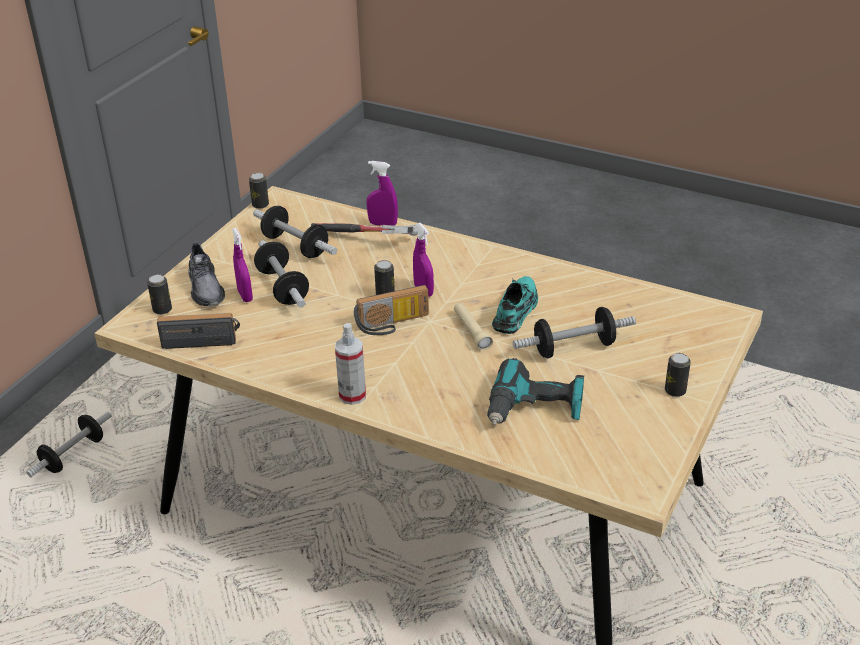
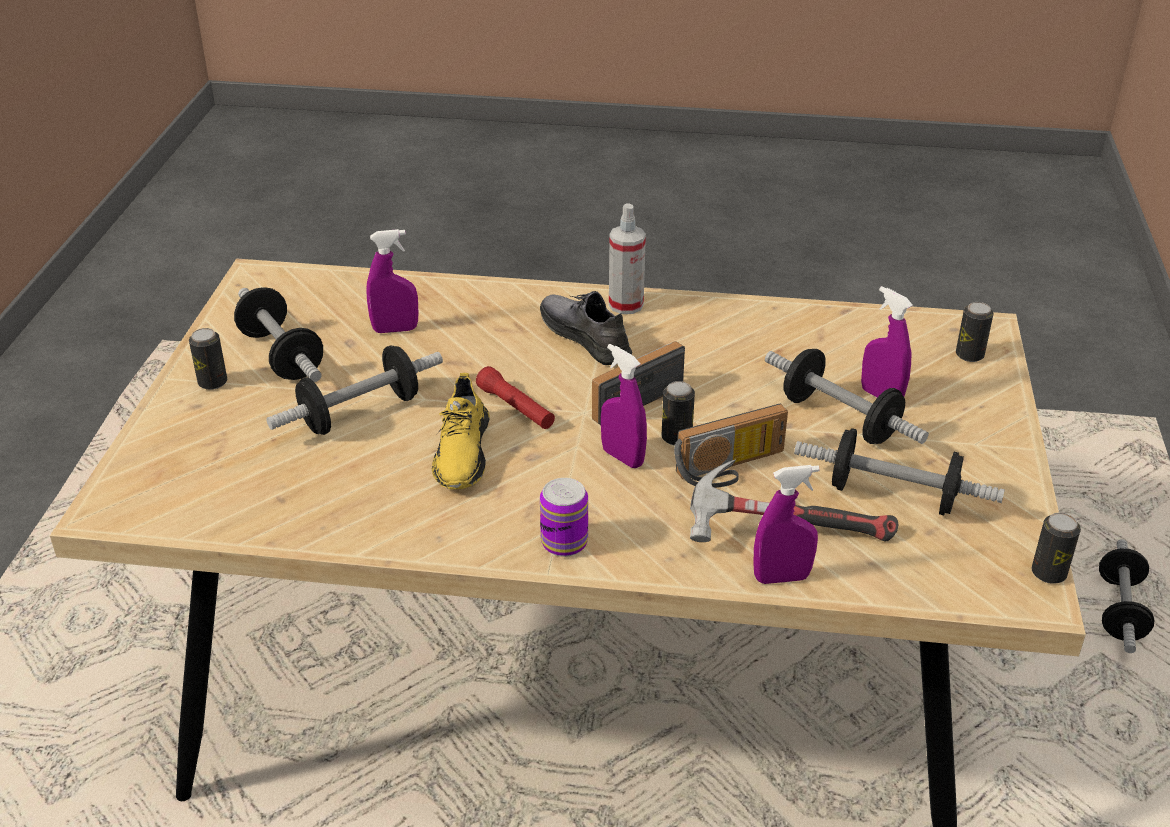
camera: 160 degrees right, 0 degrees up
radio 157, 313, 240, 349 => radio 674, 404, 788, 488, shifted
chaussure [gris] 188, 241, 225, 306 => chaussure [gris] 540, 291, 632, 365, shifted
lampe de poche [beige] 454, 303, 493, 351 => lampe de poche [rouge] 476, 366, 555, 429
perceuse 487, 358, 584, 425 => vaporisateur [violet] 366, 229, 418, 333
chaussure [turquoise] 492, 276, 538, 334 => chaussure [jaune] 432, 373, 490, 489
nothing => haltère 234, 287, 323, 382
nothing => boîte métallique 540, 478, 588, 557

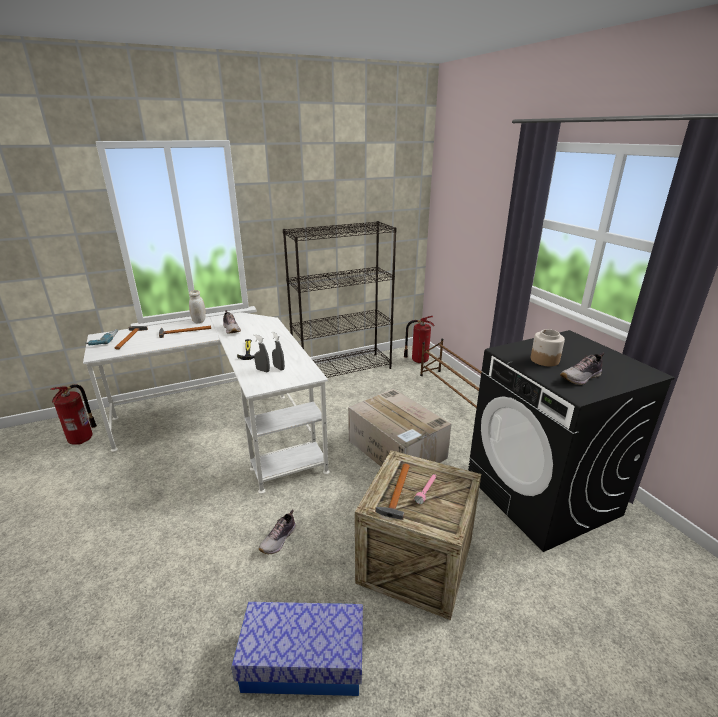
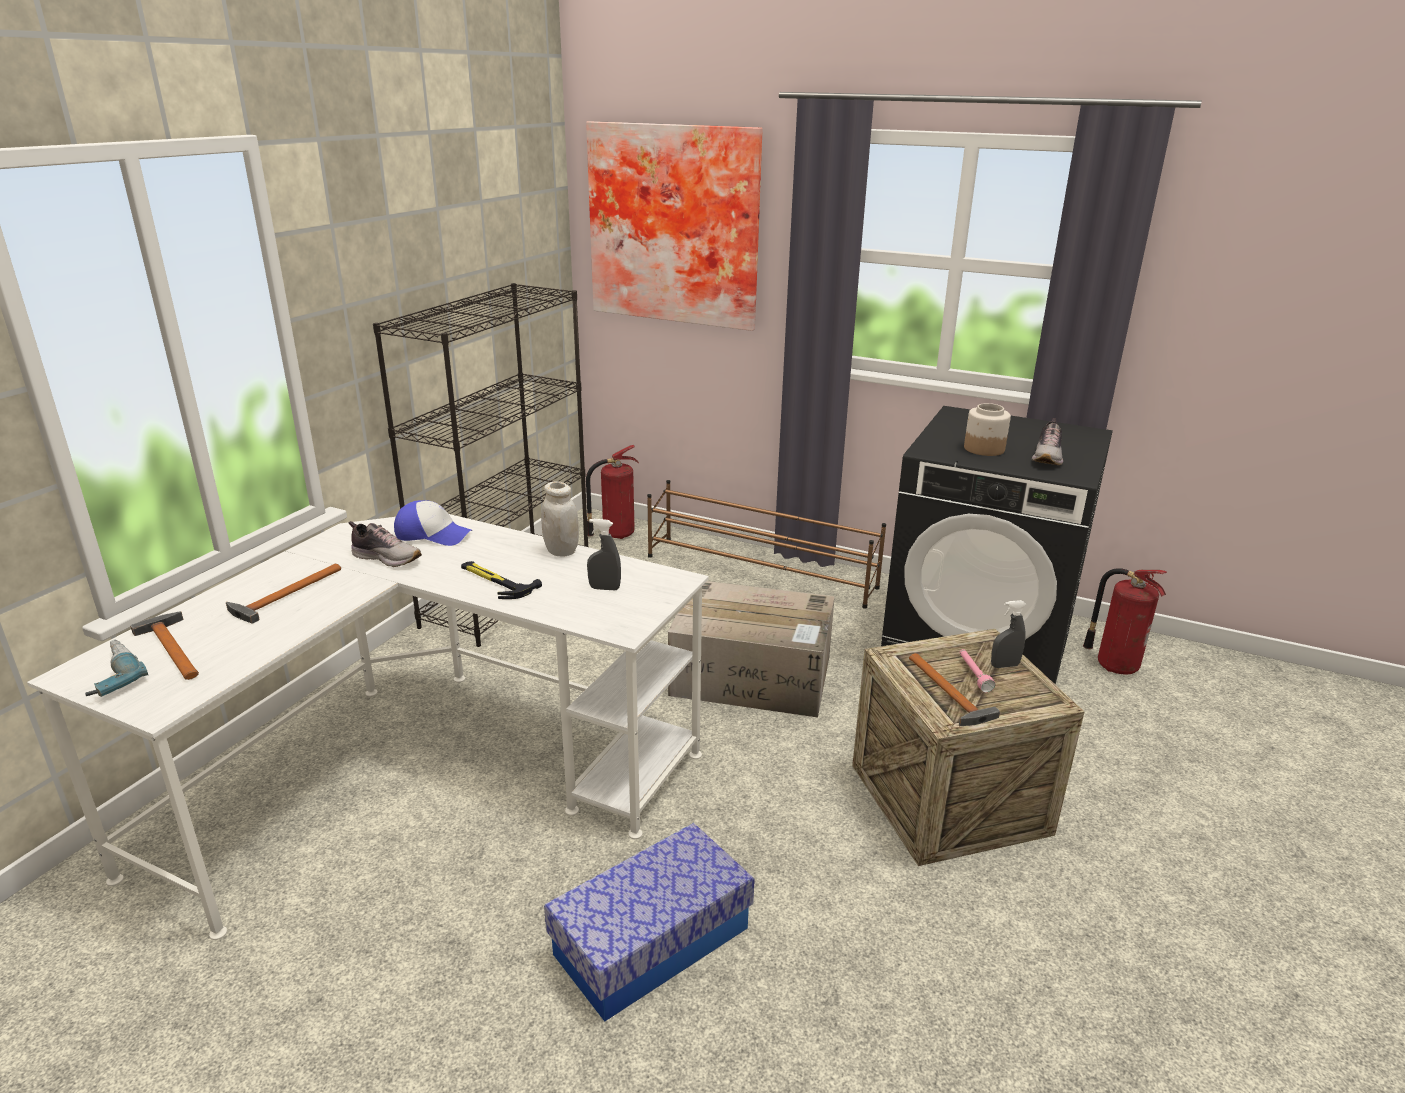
camera: 40 degrees left, 0 degrees up
extincteur 50, 384, 97, 445 => extincteur 1083, 568, 1167, 674, shifted
bocal [blanc] 189, 290, 206, 323 => bocal [blanc] 541, 481, 579, 557, shifted
boîte de rangement 231, 602, 363, 696 => boîte de rangement 544, 823, 755, 1021, shifted
vaporisateur [gris] 254, 334, 270, 372 => vaporisateur [gris] 991, 600, 1027, 668, shifted
chaussure 258, 509, 296, 554 => nothing
nothing => casquette 394, 500, 472, 546
nothing => tableau 586, 121, 763, 331

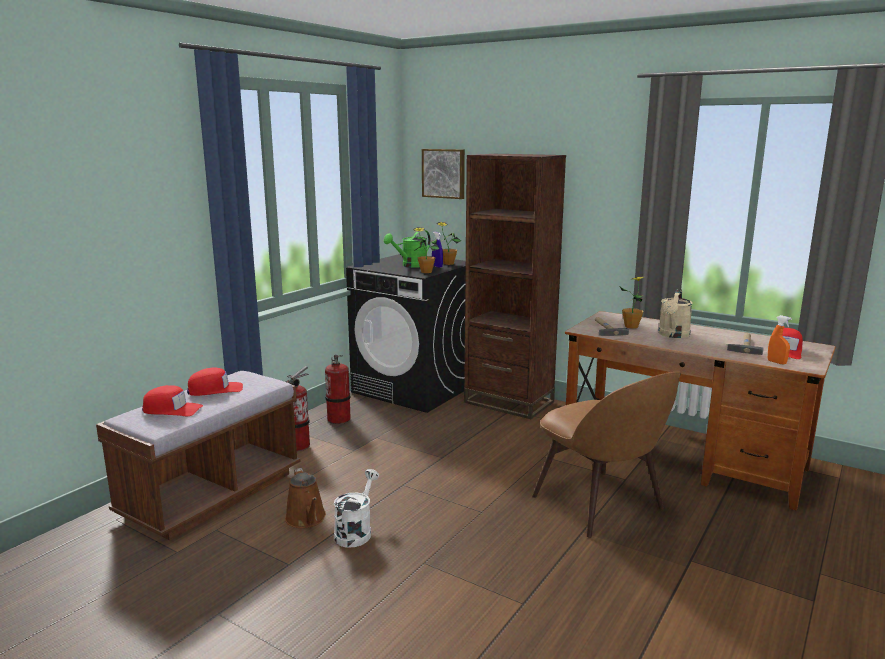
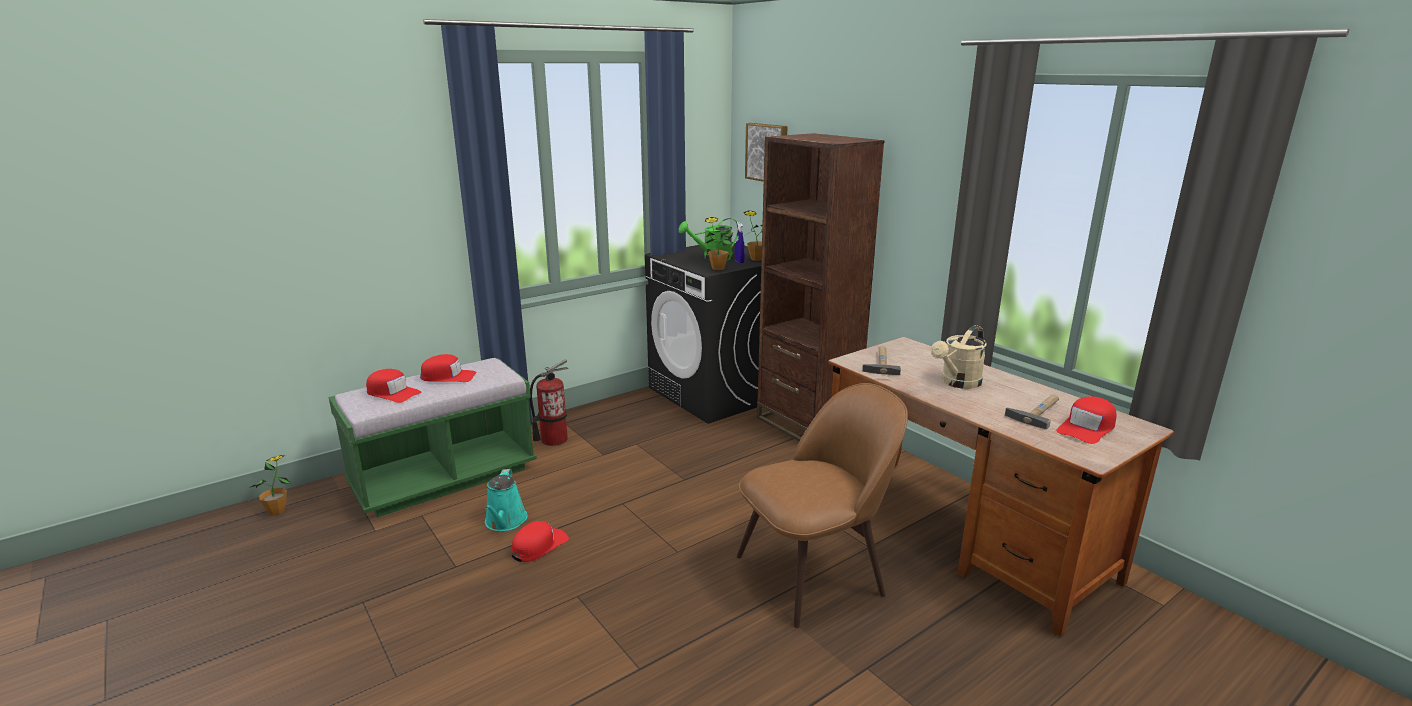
camera: 20 degrees right, 5 degrees up
banc [marron] 96, 371, 300, 540 => banc [vert] 329, 358, 537, 517
arrosoir [marron] 285, 468, 326, 528 => arrosoir [turquoise] 485, 469, 528, 531
extincteur 325, 355, 351, 424 => nothing
arrosoir [blanc] 334, 469, 379, 548 => casquette [rouge] 512, 521, 569, 562
chaise [marron] 532, 372, 681, 538 => chaise [marron] 736, 383, 908, 628, 105 degrees counterclockwise
plante en pot 620, 276, 644, 329 => plante en pot 249, 455, 291, 515, shifted
vaporisateur [orange] 768, 315, 792, 364 => nothing

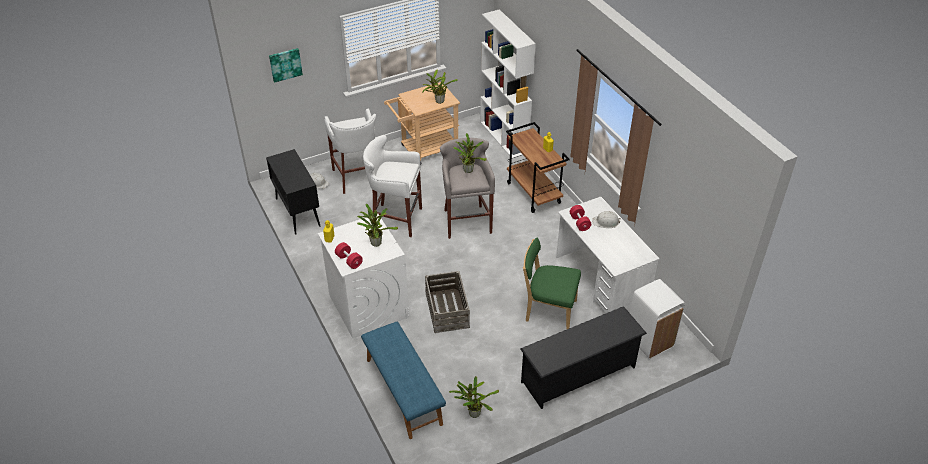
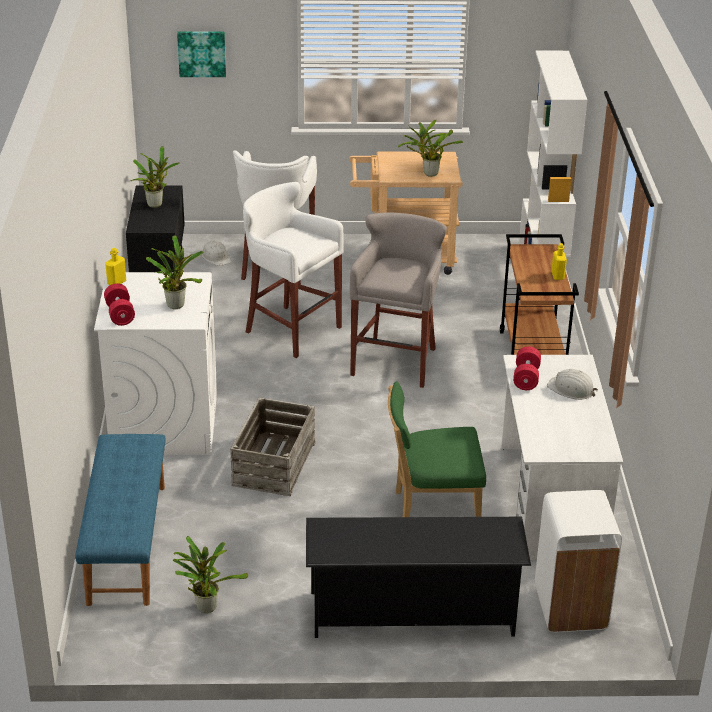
camera: 25 degrees right, 10 degrees down
plante en pot 454, 133, 487, 173 => plante en pot 131, 146, 180, 208, shifted
chaise [vert] 523, 237, 581, 330 => chaise [vert] 388, 381, 486, 517, 45 degrees counterclockwise

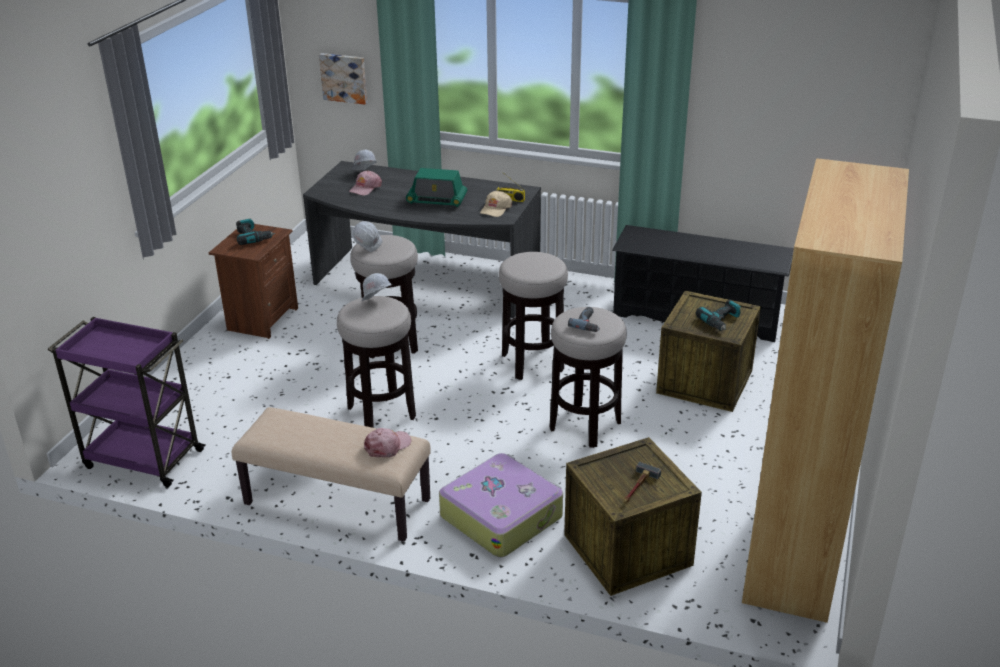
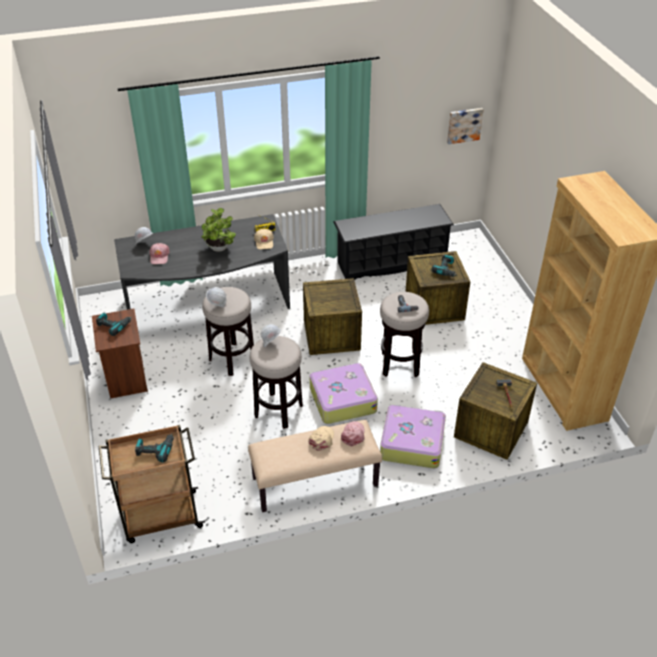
camera: 35 degrees left, 10 degrees up
chariot [violet] 48, 317, 206, 487 => chariot [marron] 99, 425, 205, 543
tableau 319, 53, 367, 105 => tableau 447, 108, 484, 144, shifted
radio 406, 168, 467, 207 => plante en pot 201, 208, 236, 252
tabouret 499, 252, 568, 380 => caisse 303, 278, 362, 355
nothing => perceuse 135, 434, 174, 463
nothing => casquette [beige] 308, 426, 334, 451
nothing => valise 310, 363, 378, 424

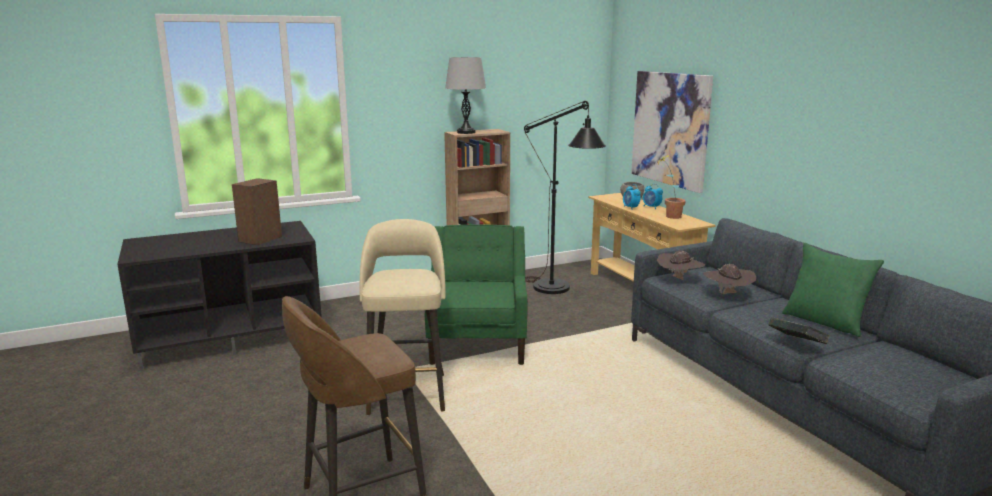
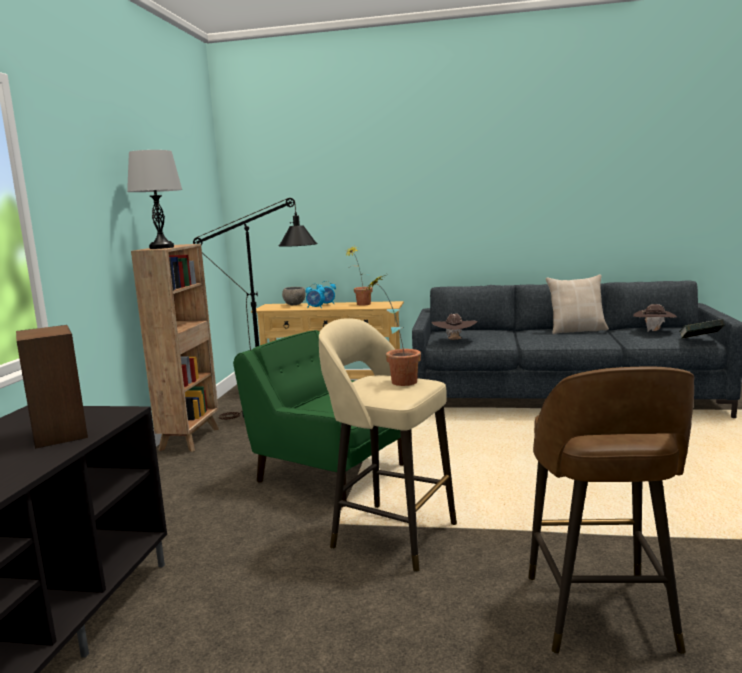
camera: 55 degrees left, 5 degrees down
tableau 631, 71, 713, 193 => nothing
chapeau [marron] 703, 264, 756, 294 => chapeau [marron] 633, 304, 677, 332, shifted
livre 768, 317, 829, 344 => livre 679, 319, 725, 339, shifted
coussin [vert] 782, 243, 884, 337 => coussin [beige] 546, 274, 609, 334
nothing => plante en pot 367, 275, 421, 386

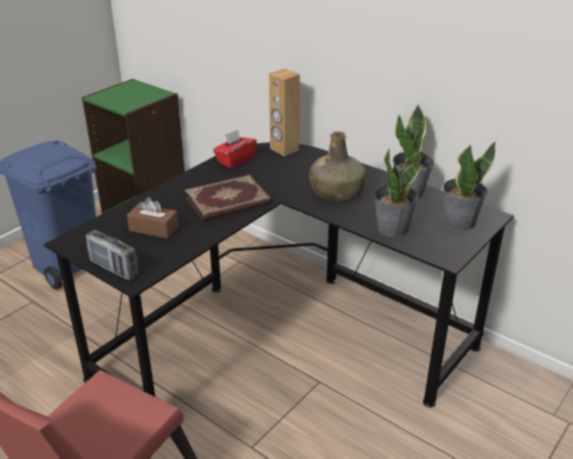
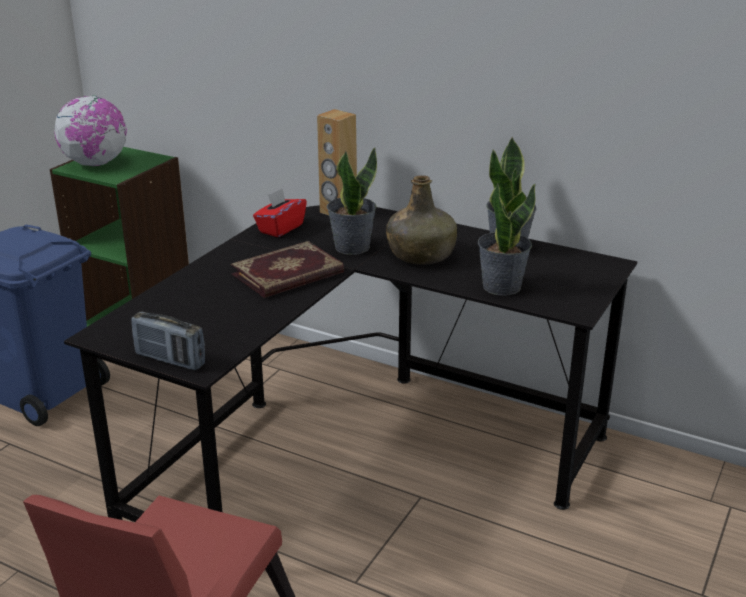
camera: 10 degrees left, 5 degrees down
boîte à mouchoirs [marron] 127, 197, 179, 239 => nothing
plante en pot 443, 141, 496, 231 => plante en pot 327, 147, 377, 255, shifted
nothing => globe 54, 96, 127, 166

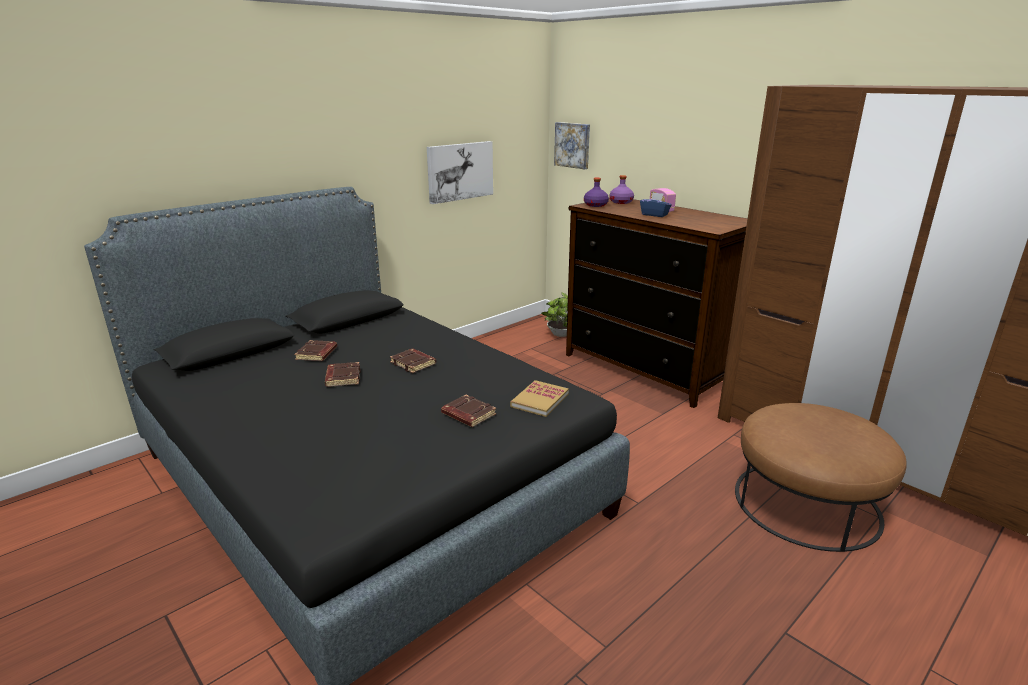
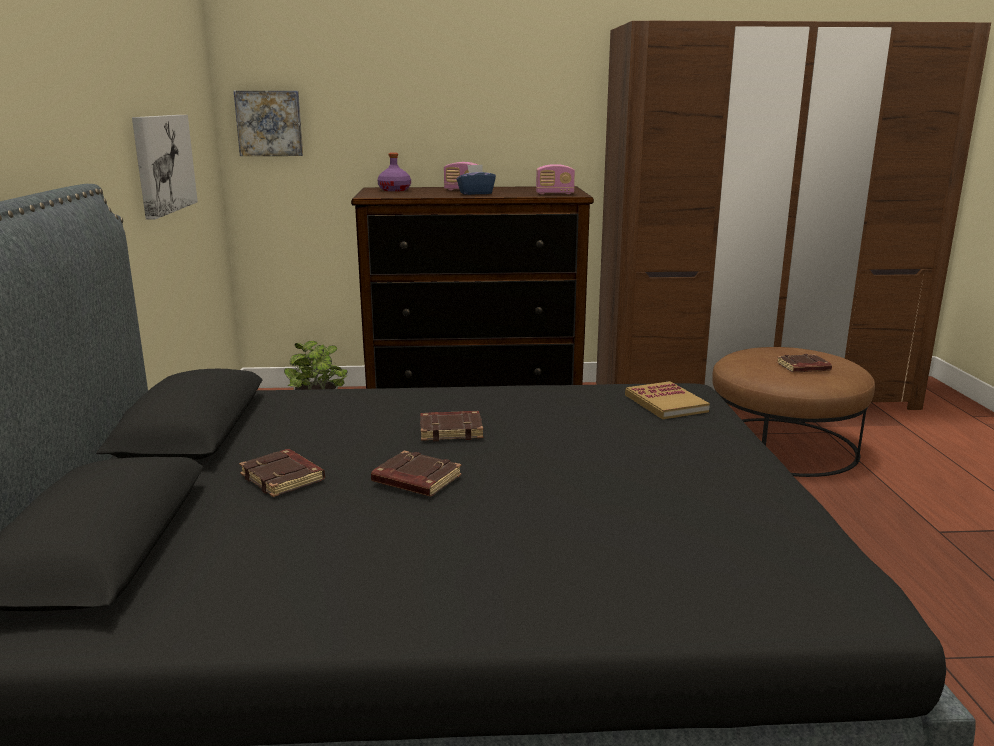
camera: 50 degrees left, 5 degrees down
livre [marron] 441, 395, 496, 427 => livre [marron] 777, 354, 832, 372, shifted
bouteille [violet] 584, 178, 609, 207 => nothing
nothing => radio 536, 164, 575, 194

